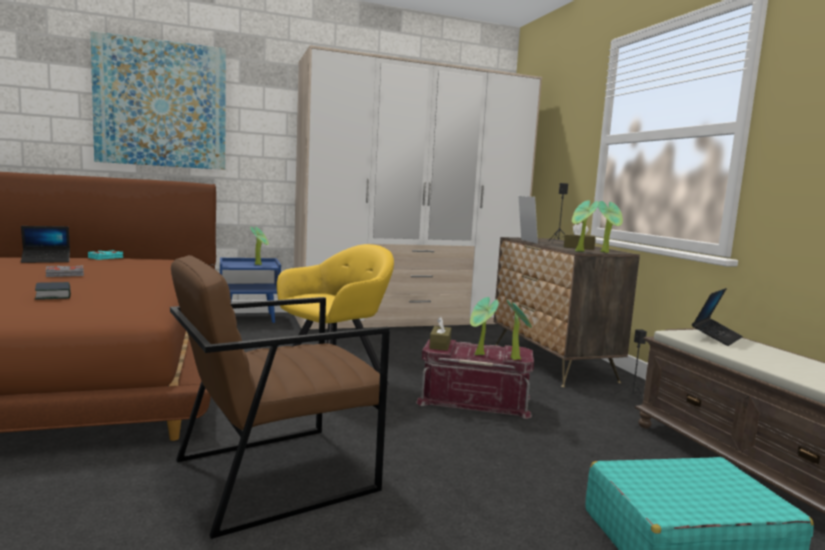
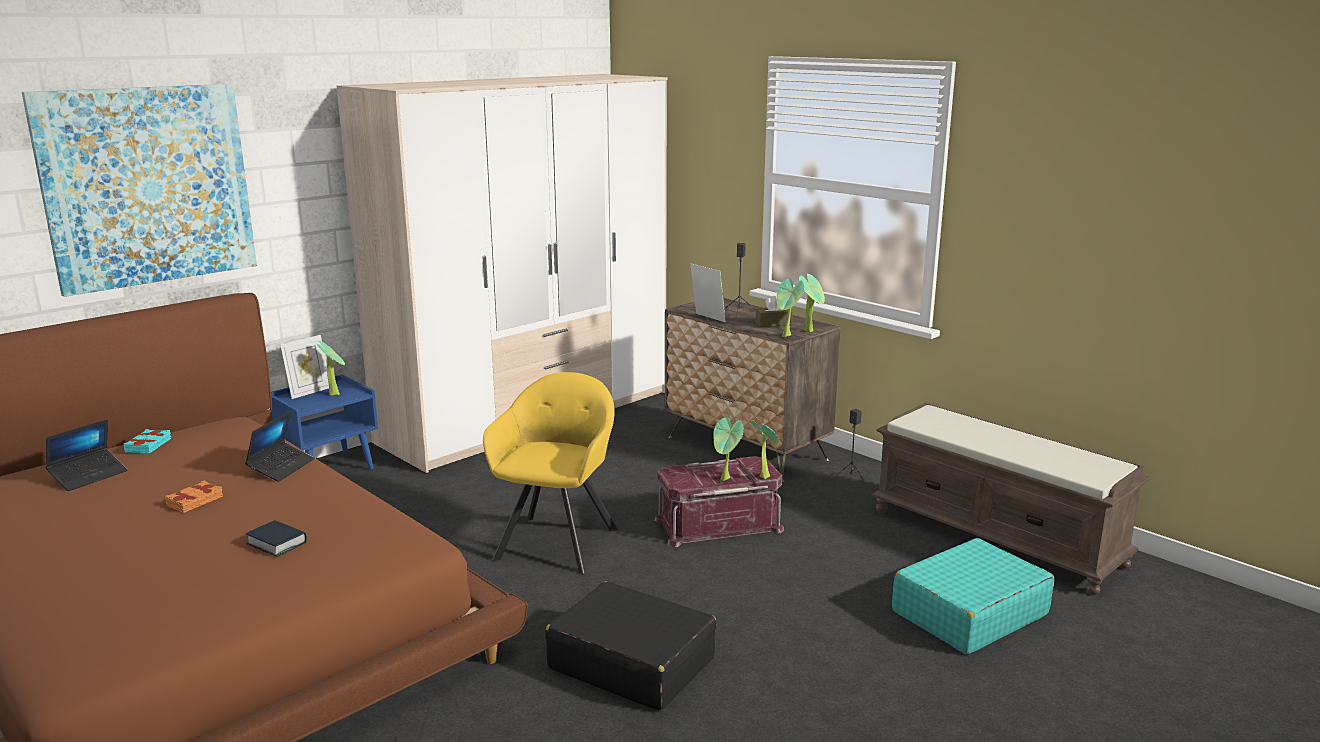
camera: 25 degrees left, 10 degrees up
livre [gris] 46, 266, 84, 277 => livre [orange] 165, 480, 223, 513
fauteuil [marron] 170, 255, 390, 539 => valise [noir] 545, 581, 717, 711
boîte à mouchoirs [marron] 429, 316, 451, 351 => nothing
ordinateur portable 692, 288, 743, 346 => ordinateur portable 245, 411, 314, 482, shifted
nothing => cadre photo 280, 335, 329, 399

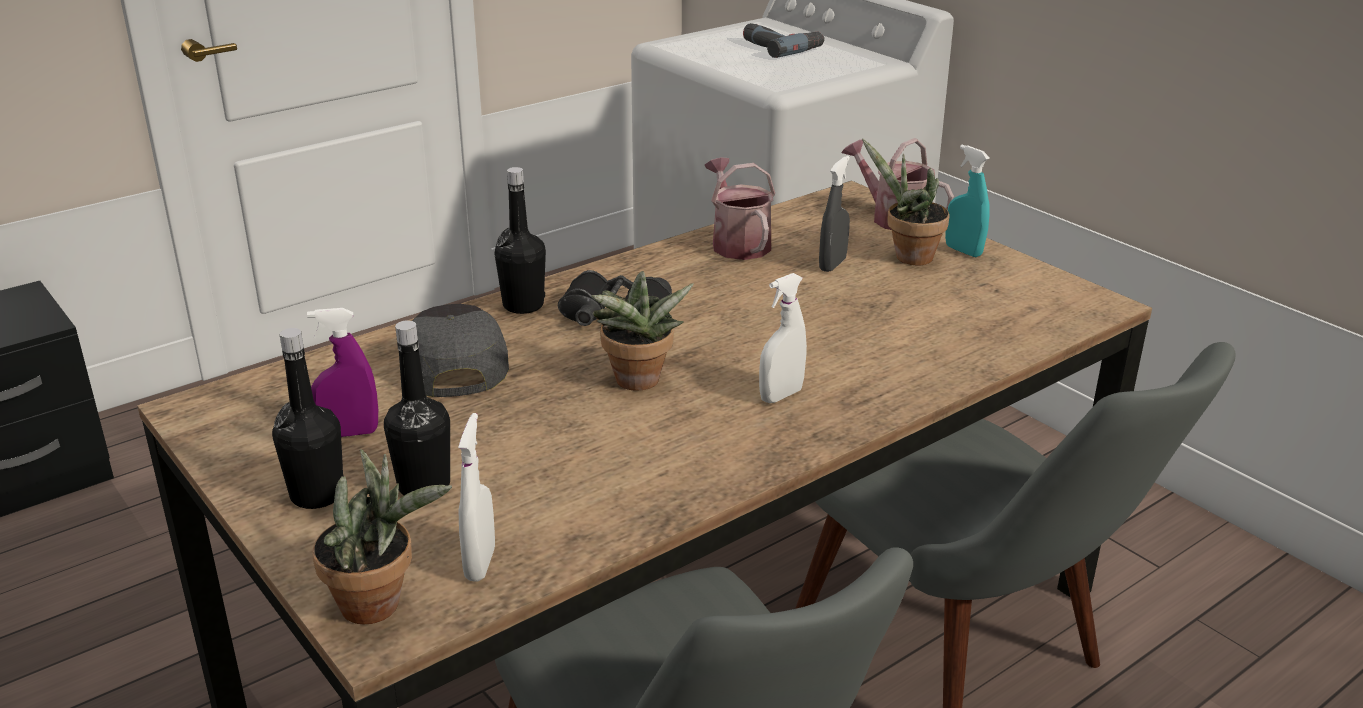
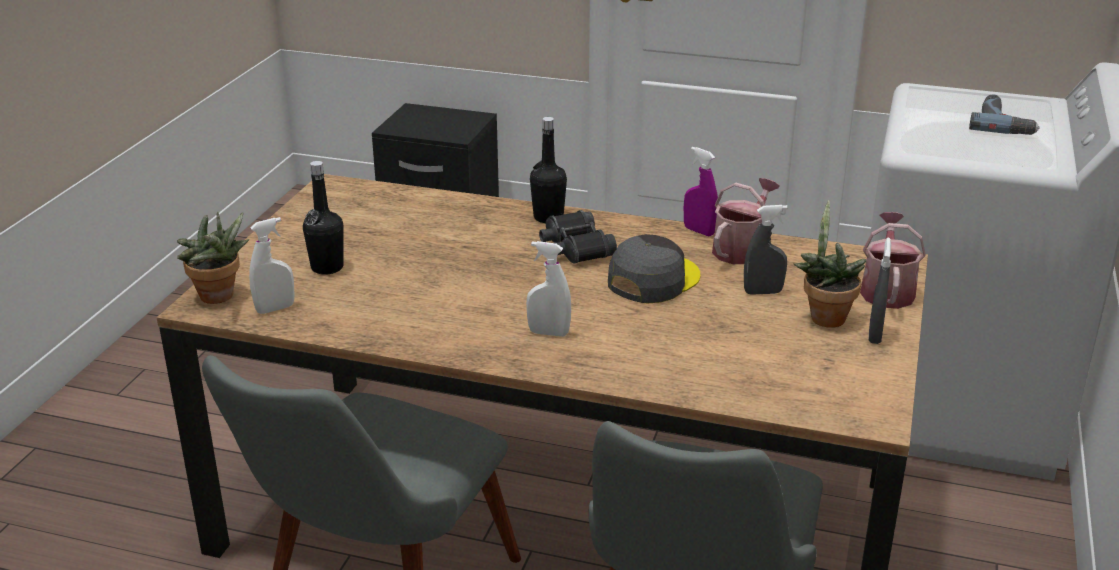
camera: 55 degrees right, 0 degrees up
bouteille [noir] 272, 328, 343, 509 => nothing
vaporisateur [violet] 307, 308, 378, 437 => vaporisateur [violet] 684, 147, 718, 236, shifted
casquette [gris] 412, 304, 509, 397 => casquette [gris] 608, 234, 700, 303, shifted
plante en pot 591, 271, 694, 391 => nothing
vaporisateur [turquoise] 945, 145, 990, 257 => vaporisateur [gris] 868, 238, 891, 344

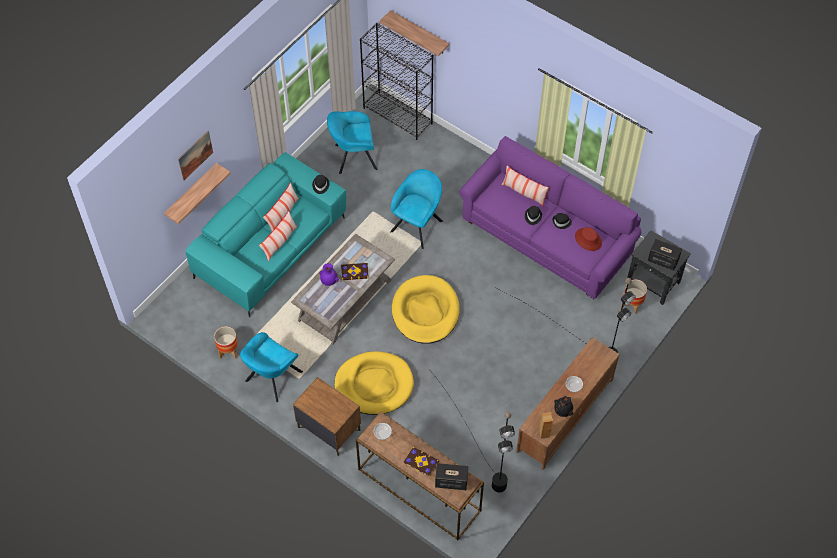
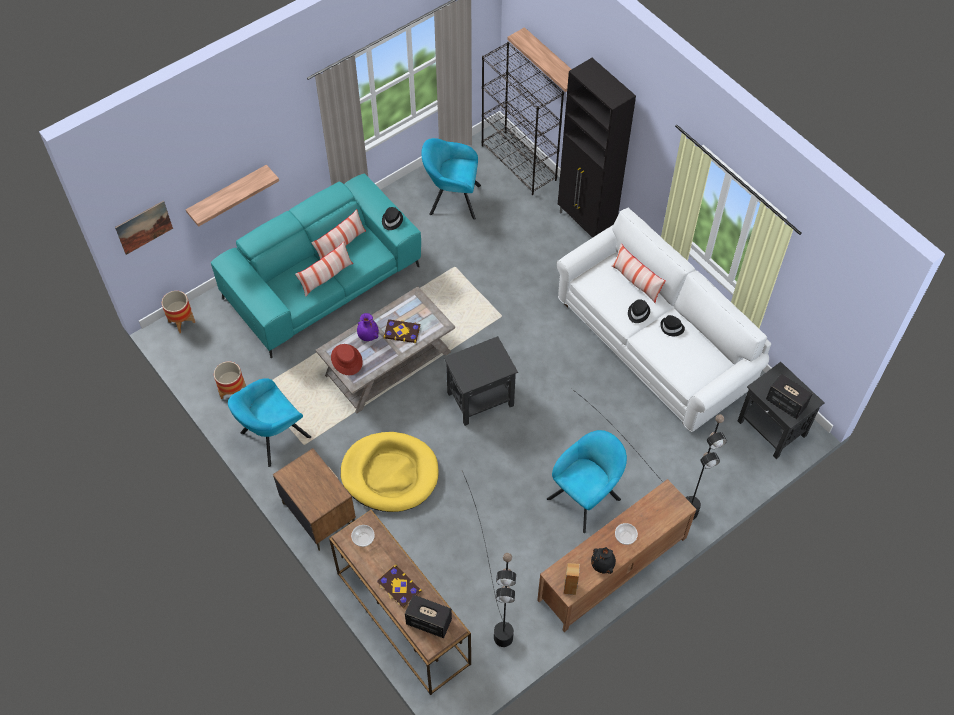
camera: 15 degrees right, 0 degrees up
tableau 178, 131, 213, 180 => tableau 115, 201, 173, 255, shifted
fauteuil [turquoise] 390, 169, 443, 249 => fauteuil [turquoise] 547, 430, 627, 533, shifted
panier pour chien [jaune] 392, 275, 460, 344 => table d'appoint [noir] 444, 336, 518, 426
canapé [violet] 459, 136, 641, 299 => canapé [blanc] 556, 208, 771, 432
chapeau [rouge] 575, 227, 602, 251 => chapeau [rouge] 331, 344, 363, 375, shifted
cache-pot 623, 280, 647, 314 => cache-pot 162, 291, 195, 333, shifted
nothing => meuble de rangement [noir] 558, 58, 636, 238

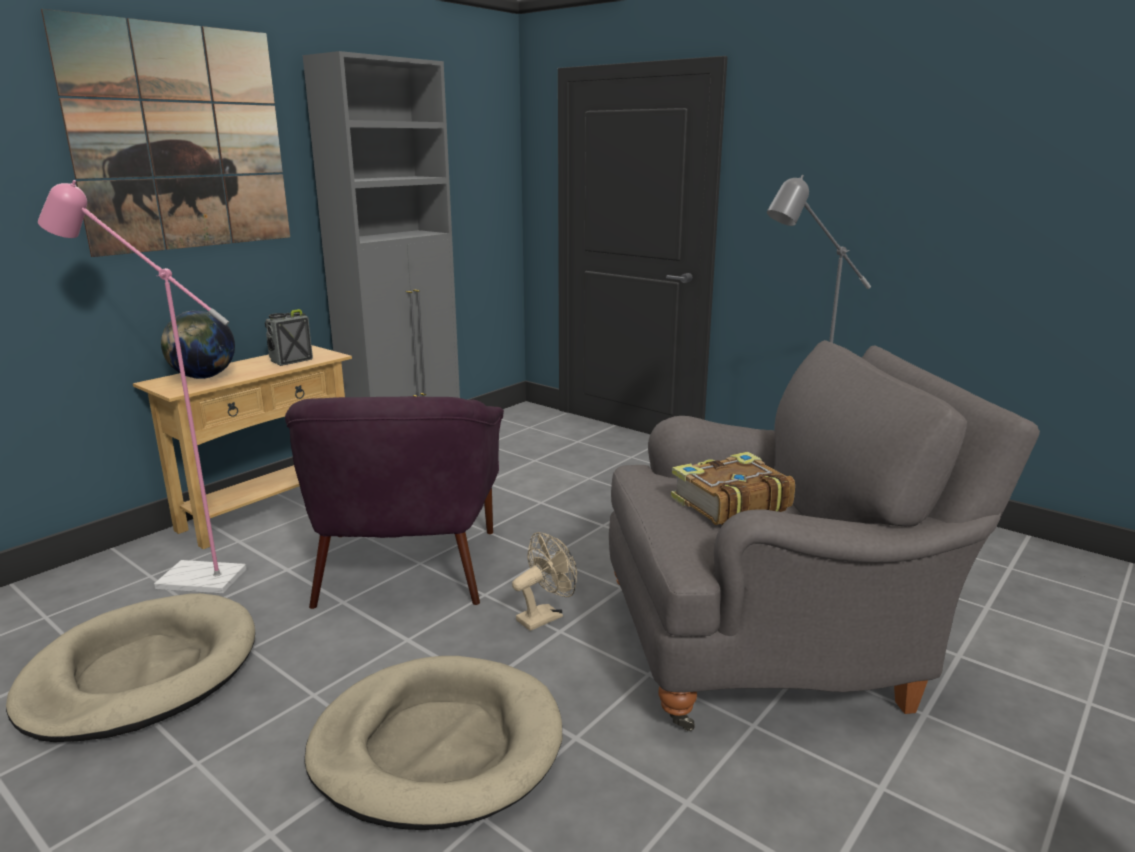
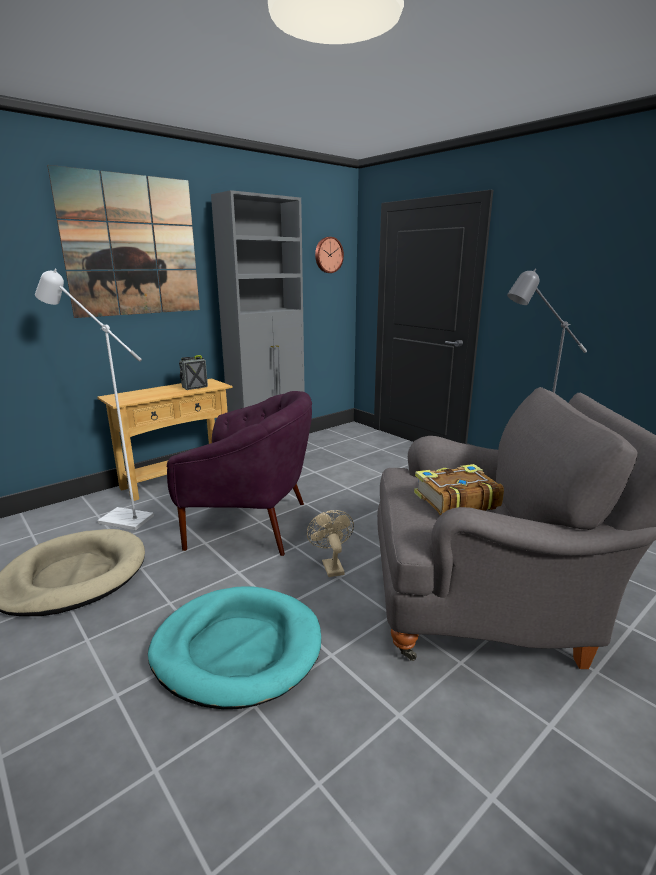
camera: 10 degrees right, 0 degrees up
lampadaire [rose] 38, 180, 247, 593 => lampadaire [blanc] 35, 269, 154, 530
globe 161, 311, 235, 379 => nothing
fauteuil [violet] 285, 396, 504, 609 => fauteuil [violet] 167, 391, 312, 556, 90 degrees counterclockwise
panier pour chien [beige] 304, 656, 562, 830 => panier pour chien [turquoise] 148, 586, 321, 709
ventilateur [beige] 512, 532, 577, 631 => ventilateur [beige] 307, 510, 354, 577, 75 degrees counterclockwise
nothing => horloge murale 315, 237, 344, 273

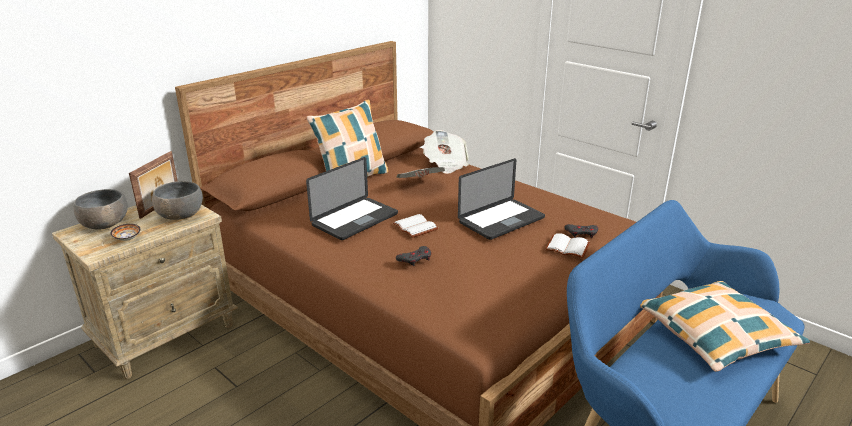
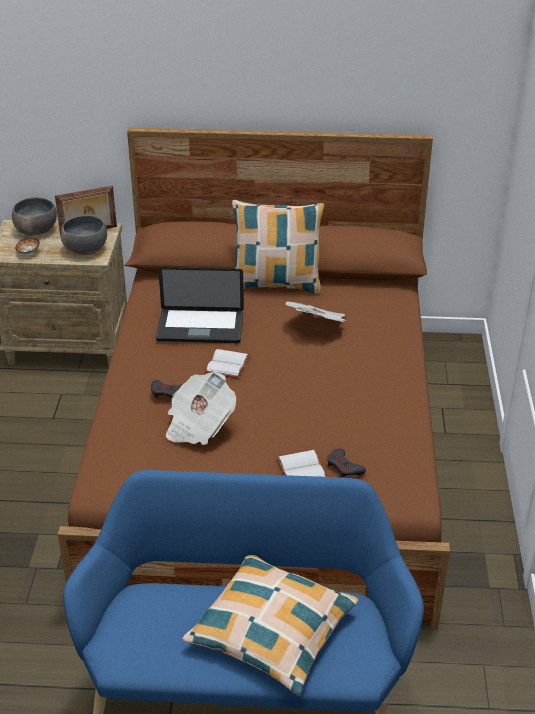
camera: 50 degrees right, 10 degrees up
journal 423, 130, 469, 174 => journal 166, 372, 236, 445, shifted
ordinateur portable 458, 158, 545, 240 => nothing

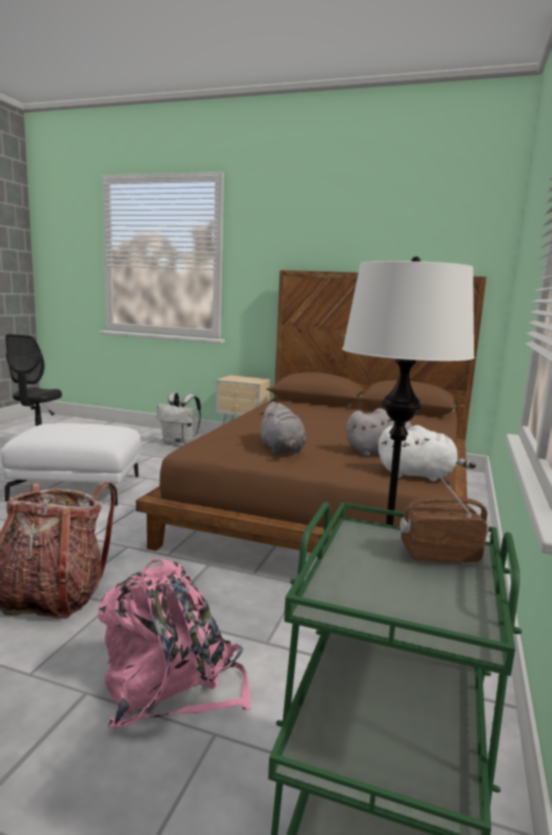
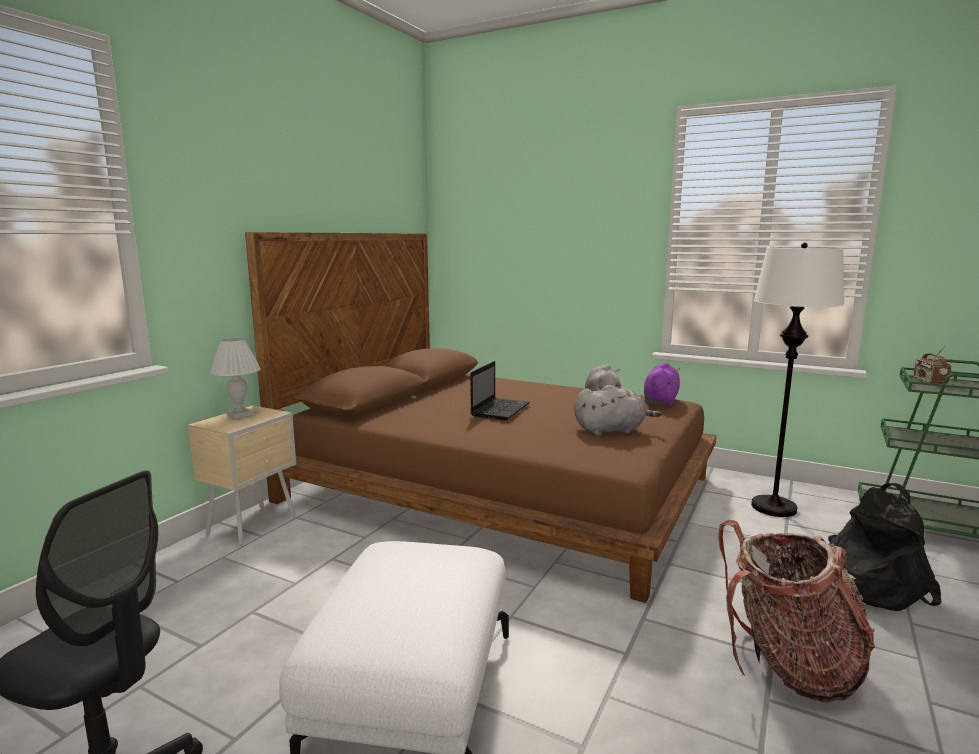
camera: 80 degrees left, 0 degrees up
sac à dos [rose] 98, 559, 251, 729 => sac à dos [noir] 828, 483, 941, 611
sac à dos [blanc] 156, 393, 201, 447 => nothing
peluche [blanc] 378, 425, 476, 481 => peluche [violet] 644, 362, 680, 406
nothing => lampe de table [blanc] 210, 338, 261, 419
nothing => ordinateur portable 470, 361, 530, 420

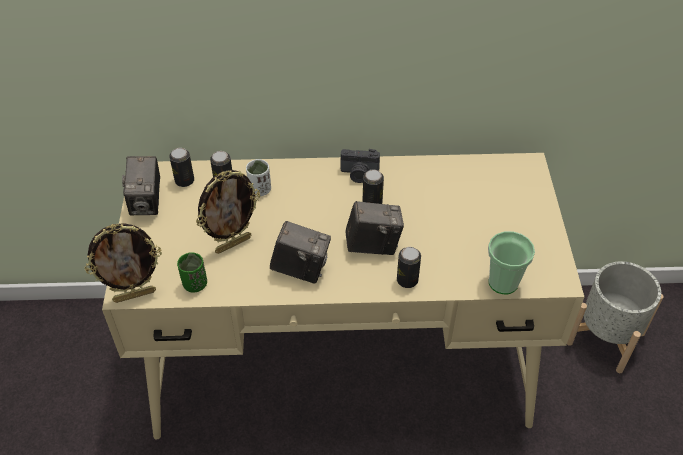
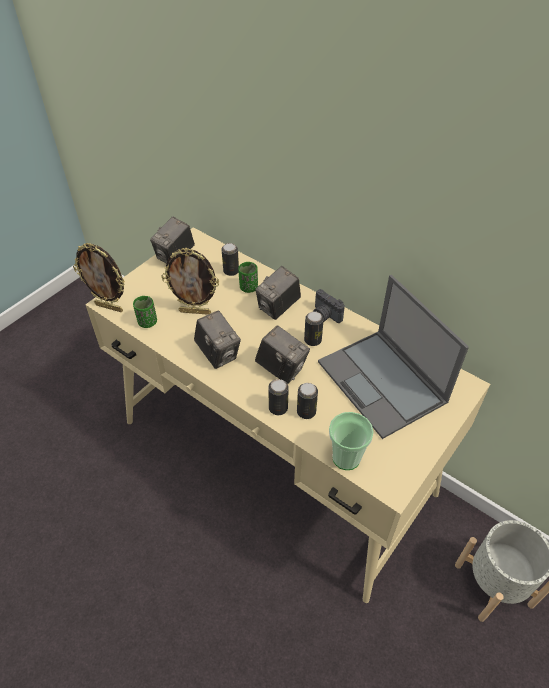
camera: 40 degrees right, 0 degrees up
boîte métallique 169, 148, 194, 187 => boîte métallique 297, 383, 318, 419, shifted
tasse [blanc] 246, 159, 271, 196 => tasse [vert] 238, 262, 258, 293
nothing => appareil photo 256, 266, 301, 320
nothing => ordinateur portable 318, 275, 469, 439

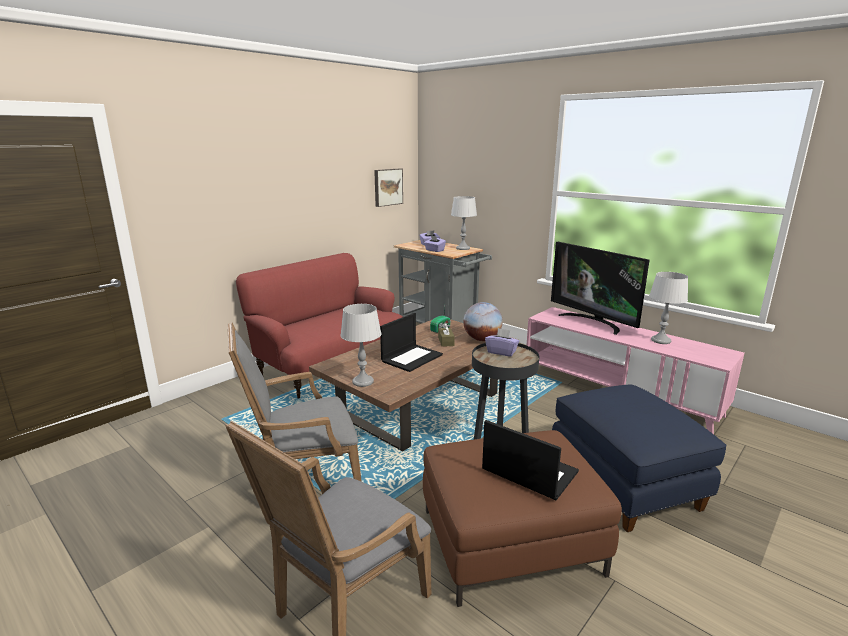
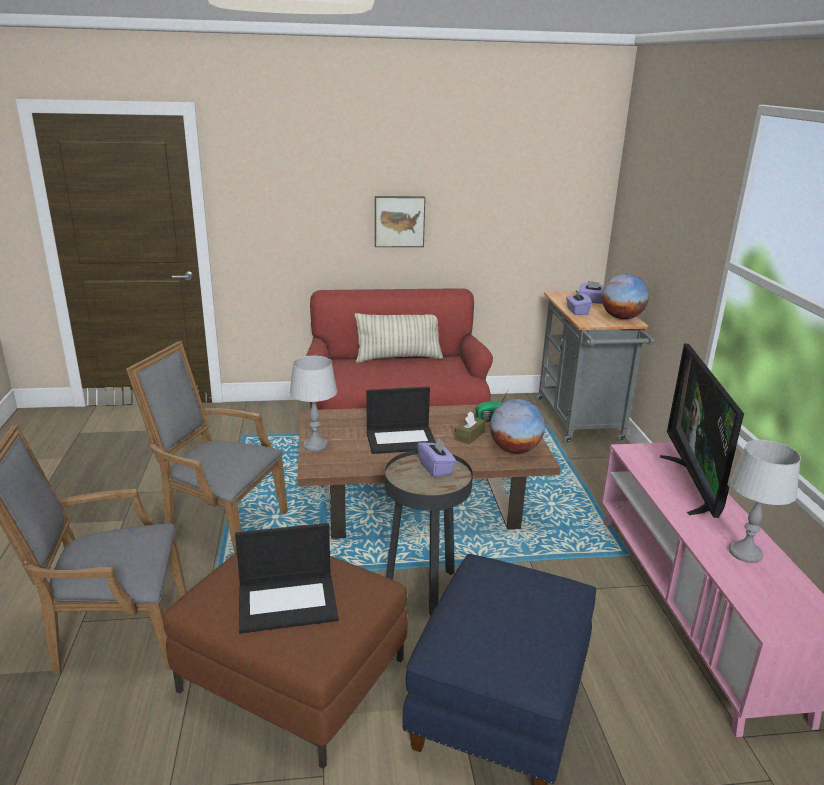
camera: 40 degrees right, 5 degrees up
tableau 374, 168, 403, 207 => tableau 375, 196, 426, 247, shifted
lampe de table [gris] 451, 196, 477, 250 => globe 602, 273, 649, 319
ordinateur portable 482, 420, 579, 500 => ordinateur portable 235, 523, 339, 634, 90 degrees clockwise
nothing => coussin 355, 313, 443, 363

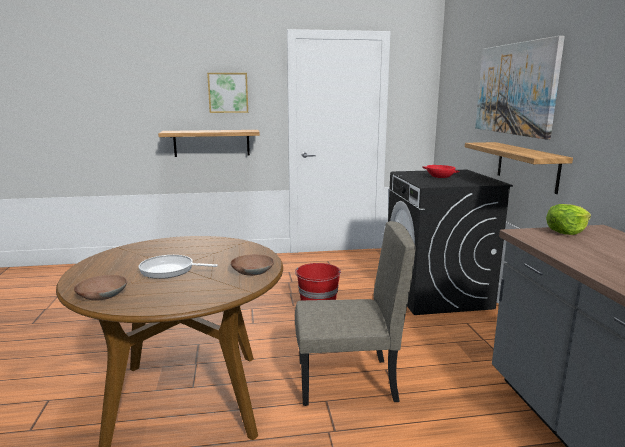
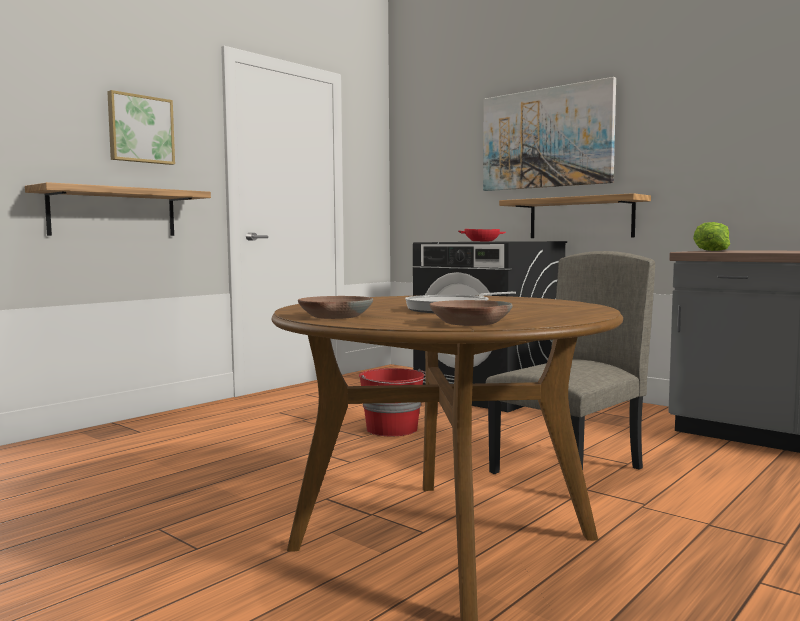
camera: 40 degrees left, 10 degrees down
bol [marron] 231, 254, 274, 276 => bol [marron] 298, 296, 373, 319, shifted

